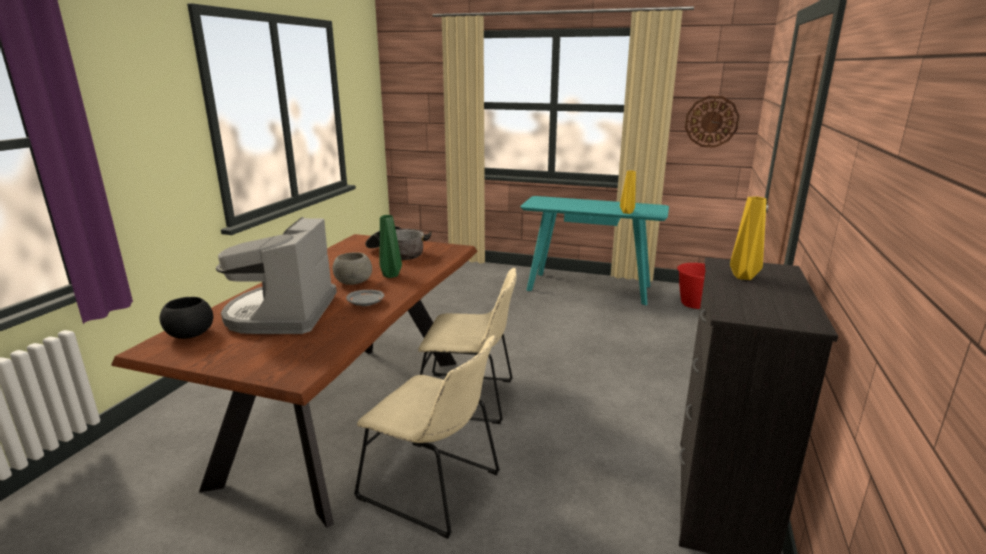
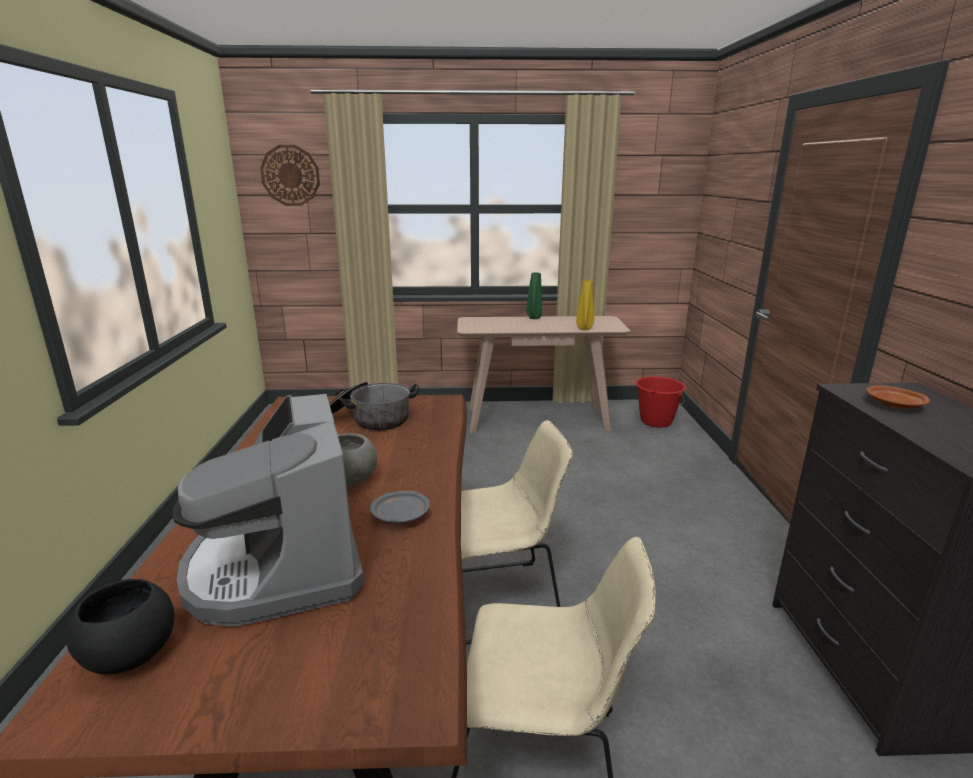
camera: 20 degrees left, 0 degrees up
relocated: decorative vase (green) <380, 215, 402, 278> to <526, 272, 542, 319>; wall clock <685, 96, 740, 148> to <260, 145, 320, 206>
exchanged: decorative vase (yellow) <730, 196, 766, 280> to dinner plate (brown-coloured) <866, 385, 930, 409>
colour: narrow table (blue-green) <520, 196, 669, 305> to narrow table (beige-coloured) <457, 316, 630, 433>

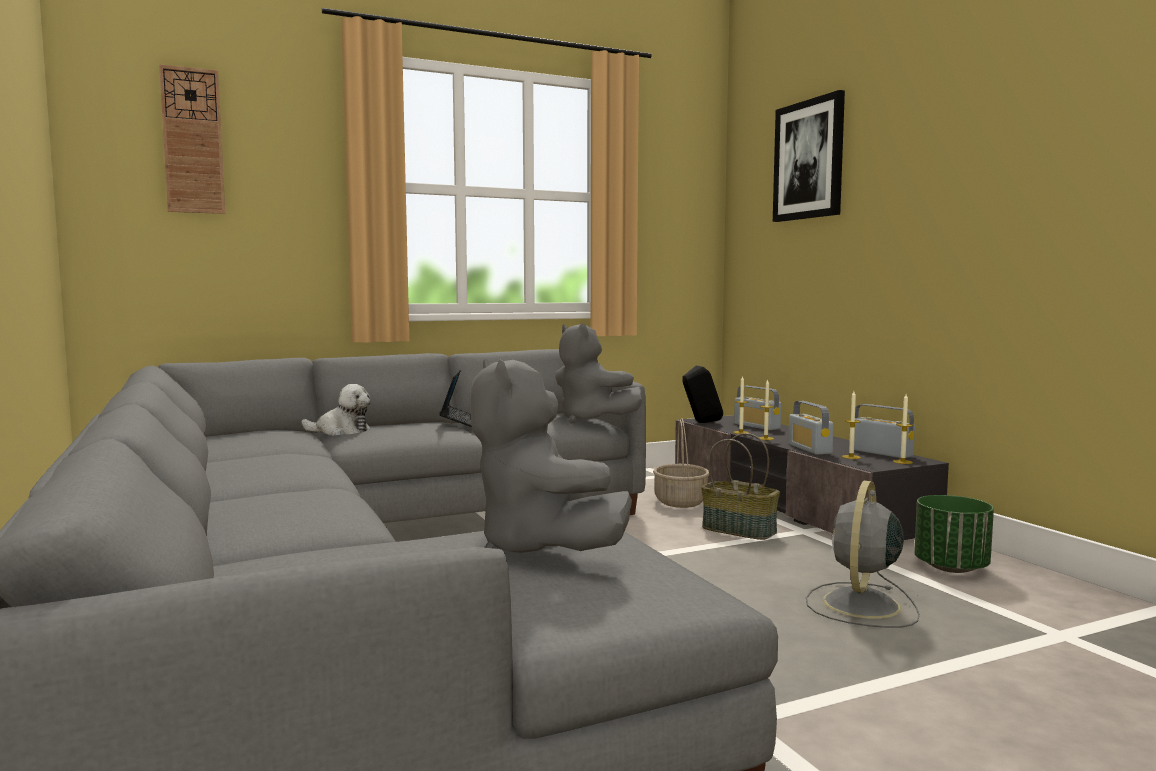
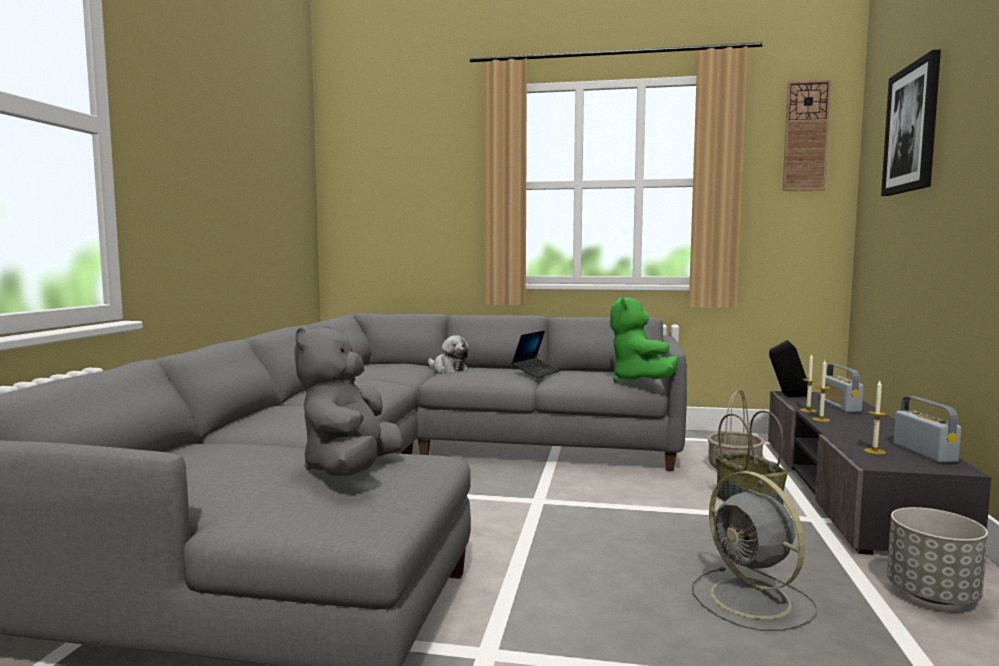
camera: 35 degrees right, 0 degrees up
missing: radio set <788, 401, 834, 455>; wax candle <893, 394, 913, 464>
relocated: wall clock <159, 64, 225, 214> to <782, 79, 831, 191>
colour: cuddly toy (grey) <555, 323, 642, 424> to cuddly toy (green) <610, 297, 678, 383>; flower pot (green) <914, 495, 994, 573> to flower pot (grey) <887, 507, 988, 605>
spun: electric fan (grey) <806, 481, 920, 628> = <692, 471, 818, 631> 90 degrees counterclockwise

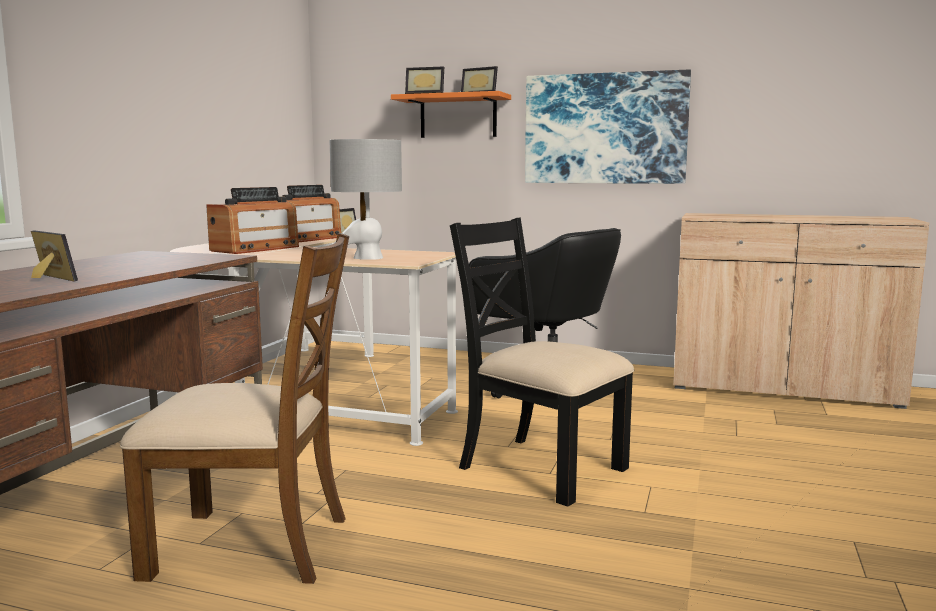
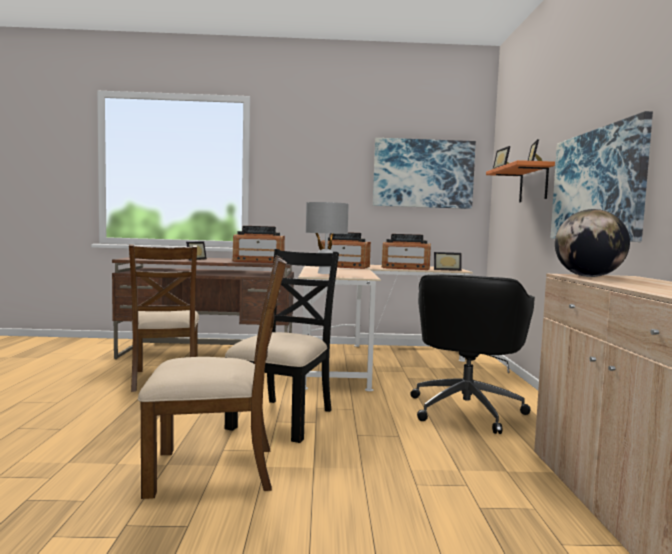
camera: 70 degrees right, 5 degrees down
appeared: chair (brown-coloured) <138, 255, 287, 499>; radio set <233, 226, 285, 263>; picture <373, 138, 476, 209>; world globe <555, 209, 630, 277>

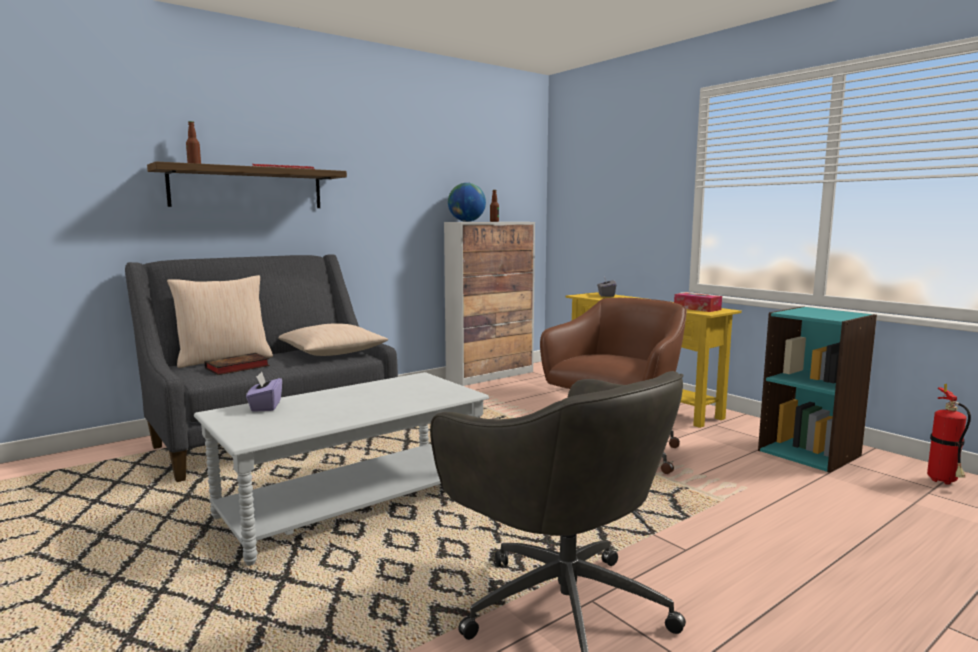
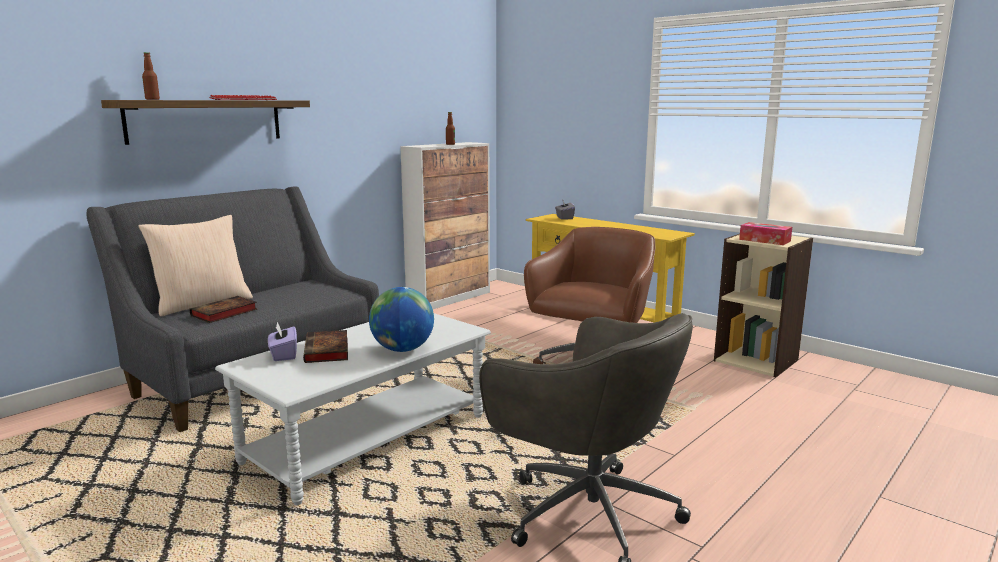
camera: 10 degrees left, 5 degrees up
missing: throw pillow (beige-coloured) <278, 323, 389, 356>; extinguisher <927, 384, 971, 485>
appeared: book <303, 330, 348, 363>
relocated: world globe <448, 183, 486, 222> to <369, 287, 434, 352>; tissue holder <674, 293, 722, 312> to <739, 222, 792, 245>
colour: bookshelf (blue-green) <758, 306, 877, 473> to bookshelf (beige-coloured) <714, 234, 813, 377>

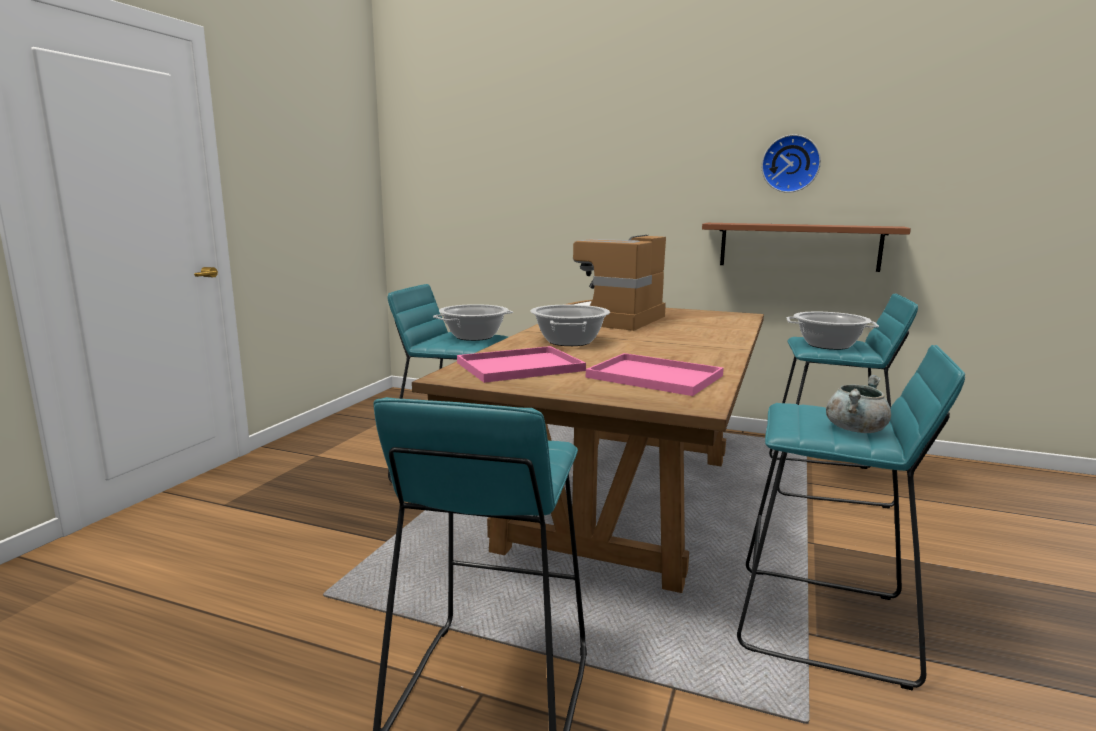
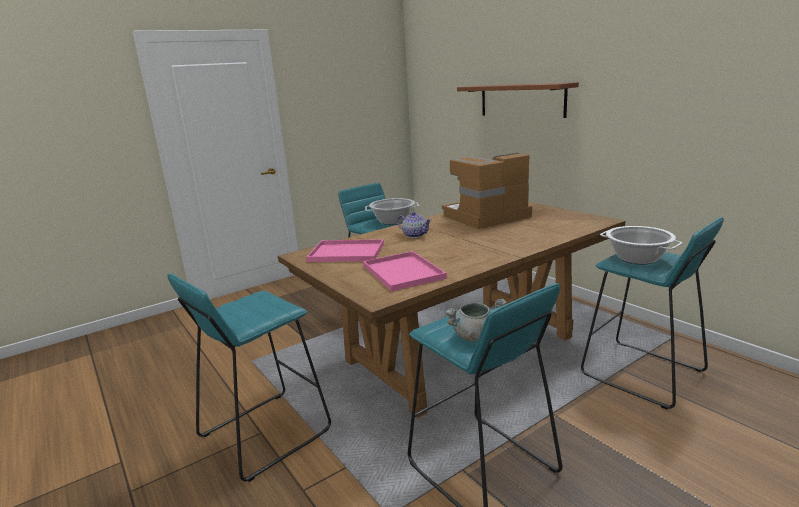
camera: 35 degrees right, 5 degrees up
missing: wall clock <762, 134, 821, 193>
relocated: wall shelf (brown-coloured) <702, 223, 911, 272> to <457, 82, 579, 118>
exchanged: saucepot <531, 305, 610, 346> to teapot <397, 212, 431, 238>

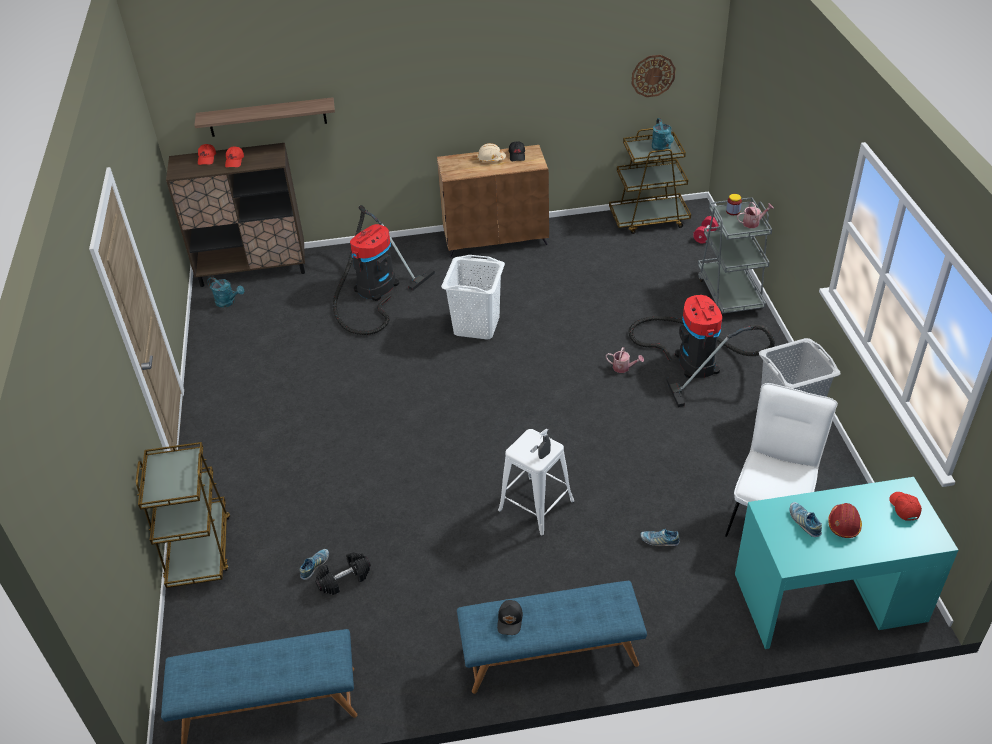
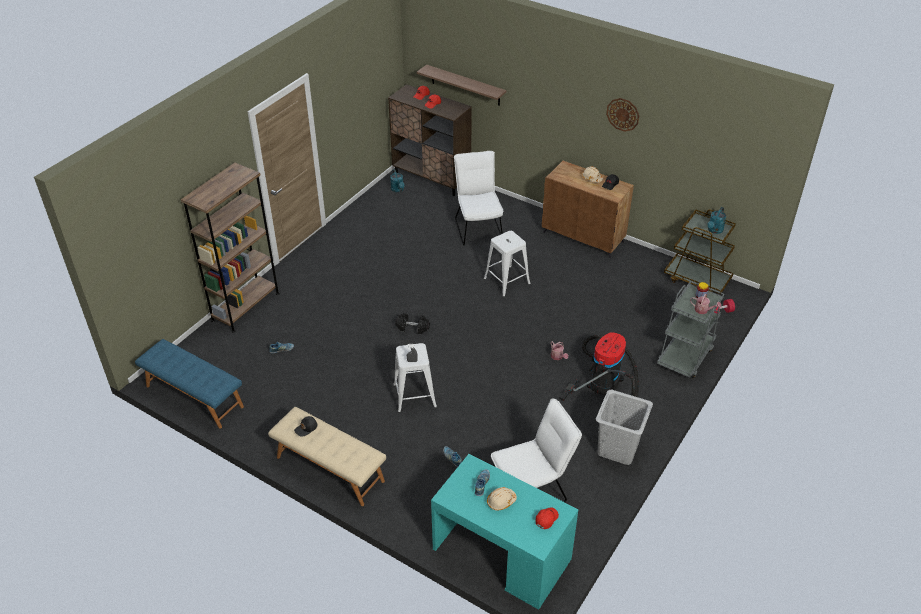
camera: 40 degrees right, 0 degrees up
relocated: dumbbell (blackish) <315, 552, 371, 595> to <395, 313, 430, 334>; wall clock <632, 55, 676, 97> to <606, 98, 639, 132>
exchanged: wheeled cart (brown-coloured) <136, 442, 231, 588> to bookshelf (brown-coloured) <181, 163, 280, 332>; vacuum cleaner <333, 205, 435, 335> to chair (whitish) <454, 151, 504, 246>; hamper (whitish) <441, 255, 505, 340> to sitting stool (whitish) <484, 231, 530, 297>
colour: indoor bench (blue) <457, 581, 647, 694> to indoor bench (beige-coloured) <268, 407, 386, 506>; work helmet (red-coloured) <828, 503, 862, 538> to work helmet (beige-coloured) <487, 487, 517, 510>

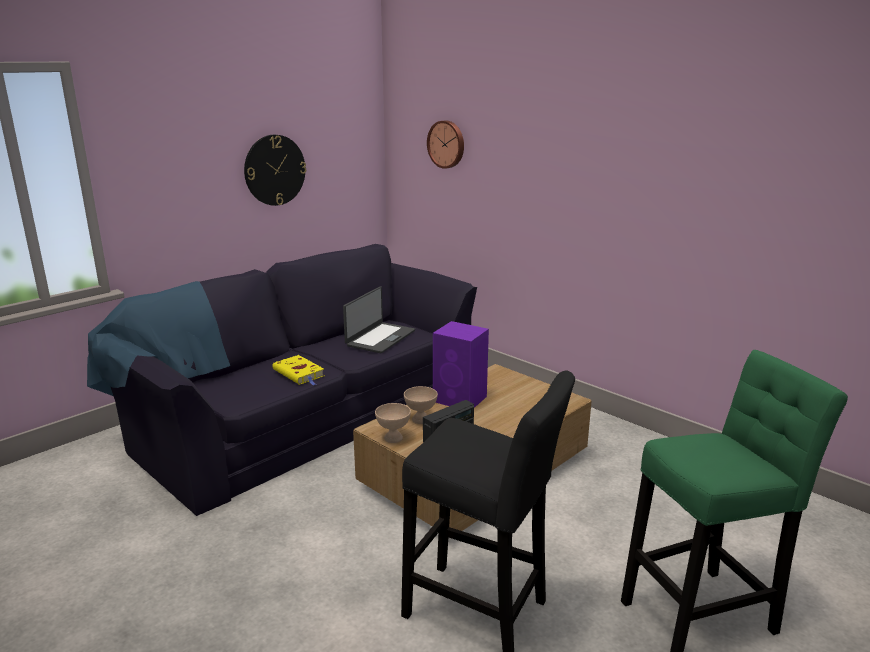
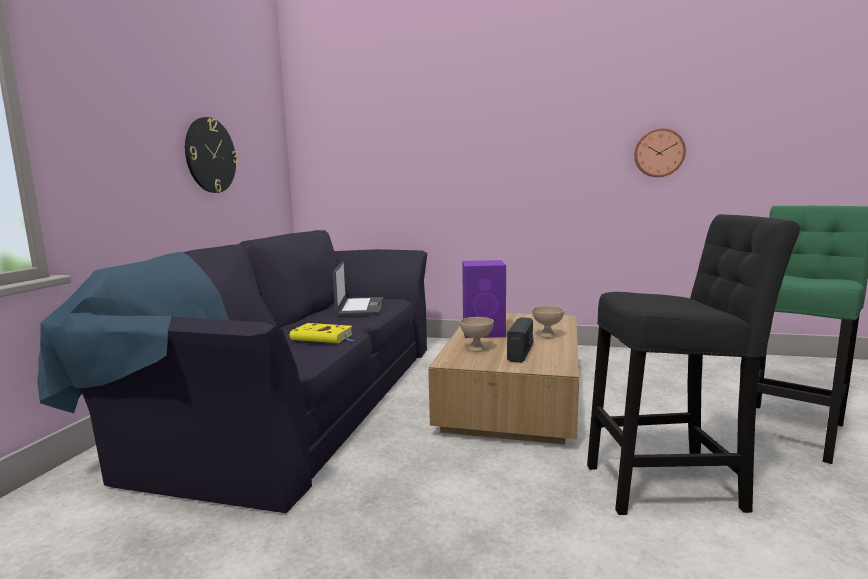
camera: 30 degrees left, 10 degrees down
relocated: bowl (beige-coloured) <375, 403, 411, 443> to <532, 306, 564, 338>; wall clock <427, 120, 464, 169> to <634, 128, 686, 177>

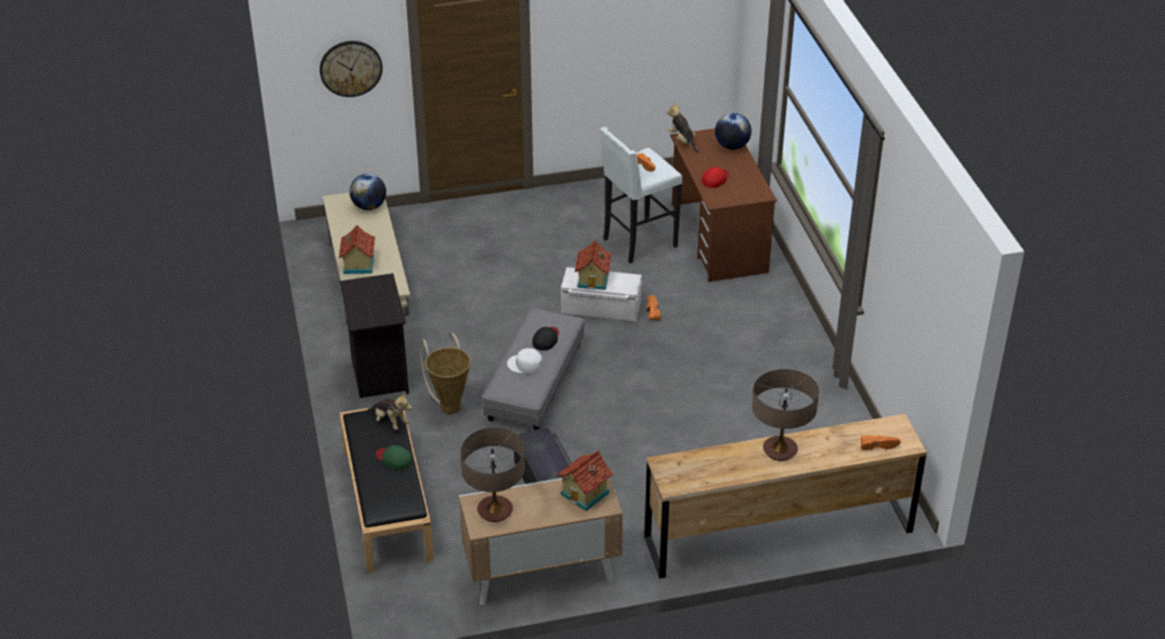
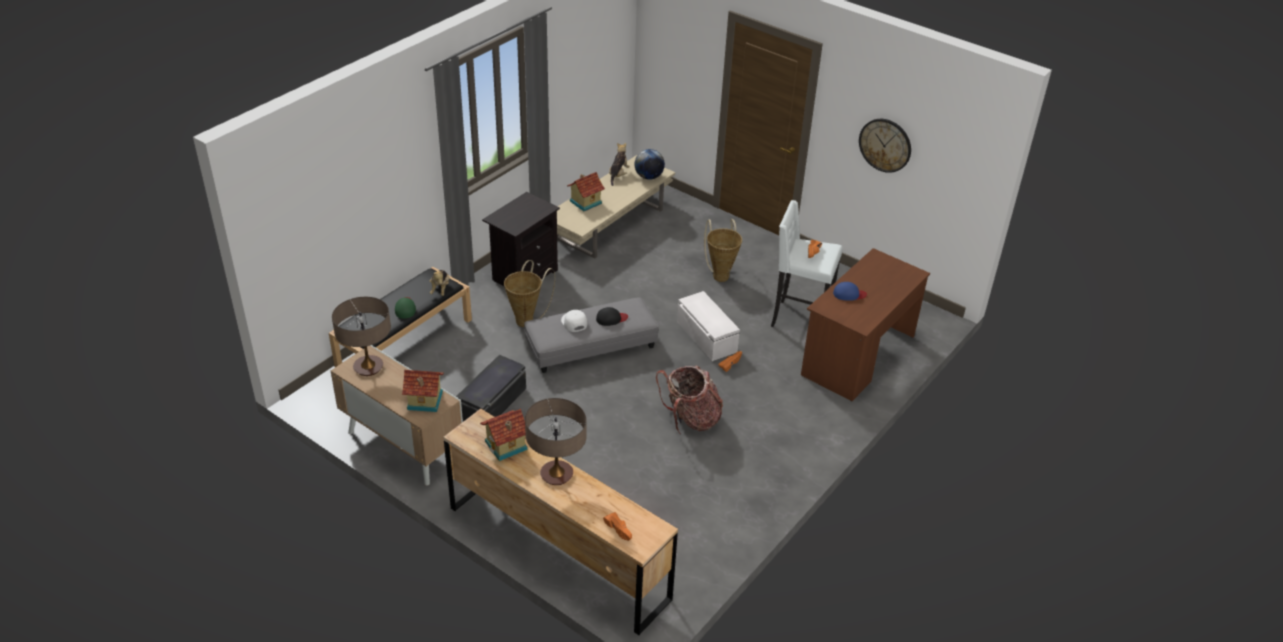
camera: 50 degrees right, 0 degrees up
missing: world globe <715, 113, 752, 150>
appeared: rucksack <656, 365, 723, 434>; storage basket <704, 219, 742, 282>
relocated: wall clock <320, 41, 383, 97> to <859, 119, 911, 173>; toy house <575, 240, 612, 290> to <480, 409, 527, 461>; cuddly toy <667, 102, 699, 153> to <609, 143, 630, 186>
colour: baseball cap (red-coloured) <702, 167, 730, 188> to baseball cap (blue) <833, 282, 867, 301>

